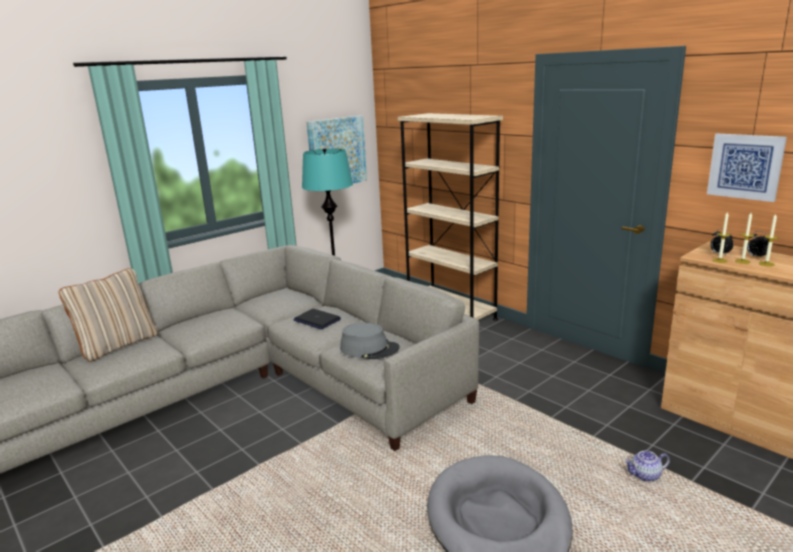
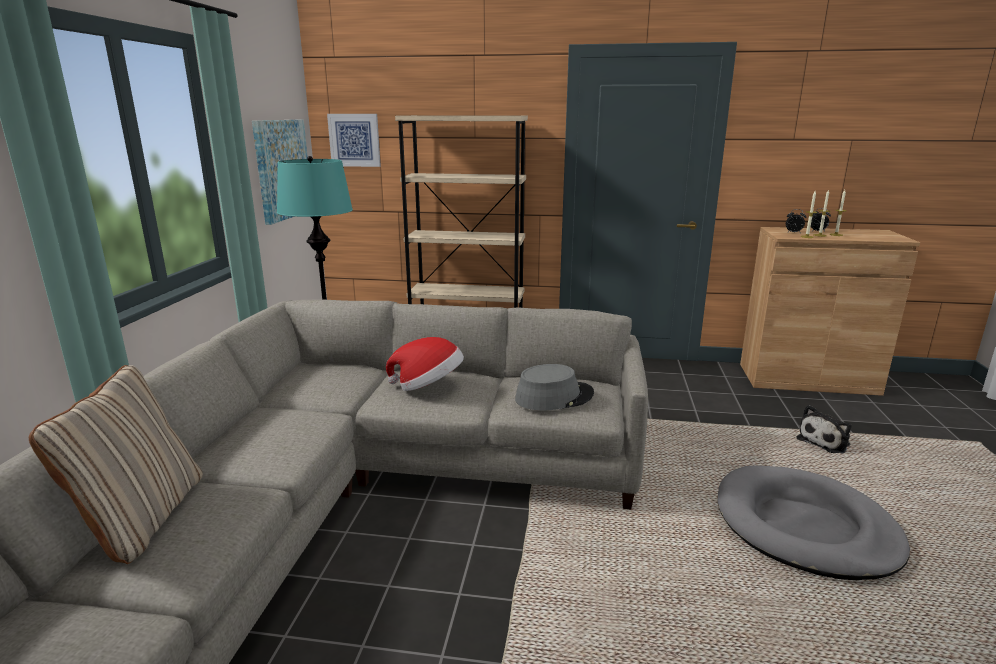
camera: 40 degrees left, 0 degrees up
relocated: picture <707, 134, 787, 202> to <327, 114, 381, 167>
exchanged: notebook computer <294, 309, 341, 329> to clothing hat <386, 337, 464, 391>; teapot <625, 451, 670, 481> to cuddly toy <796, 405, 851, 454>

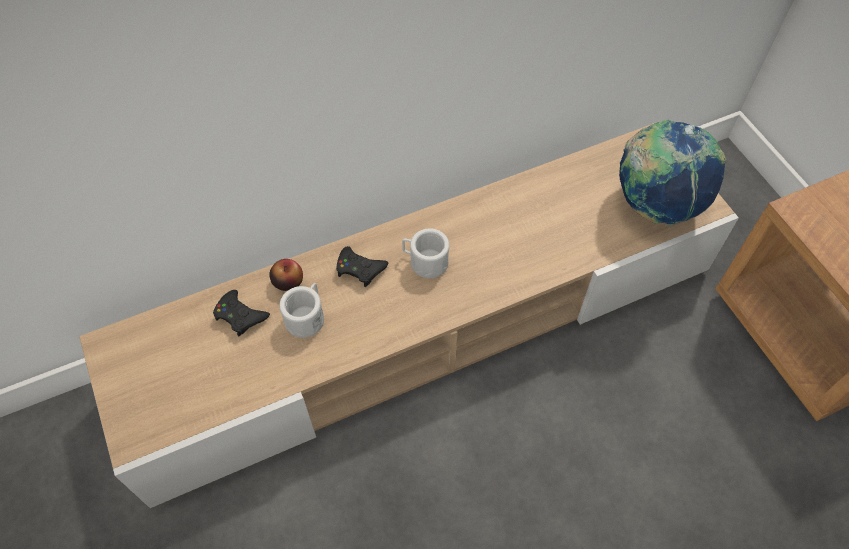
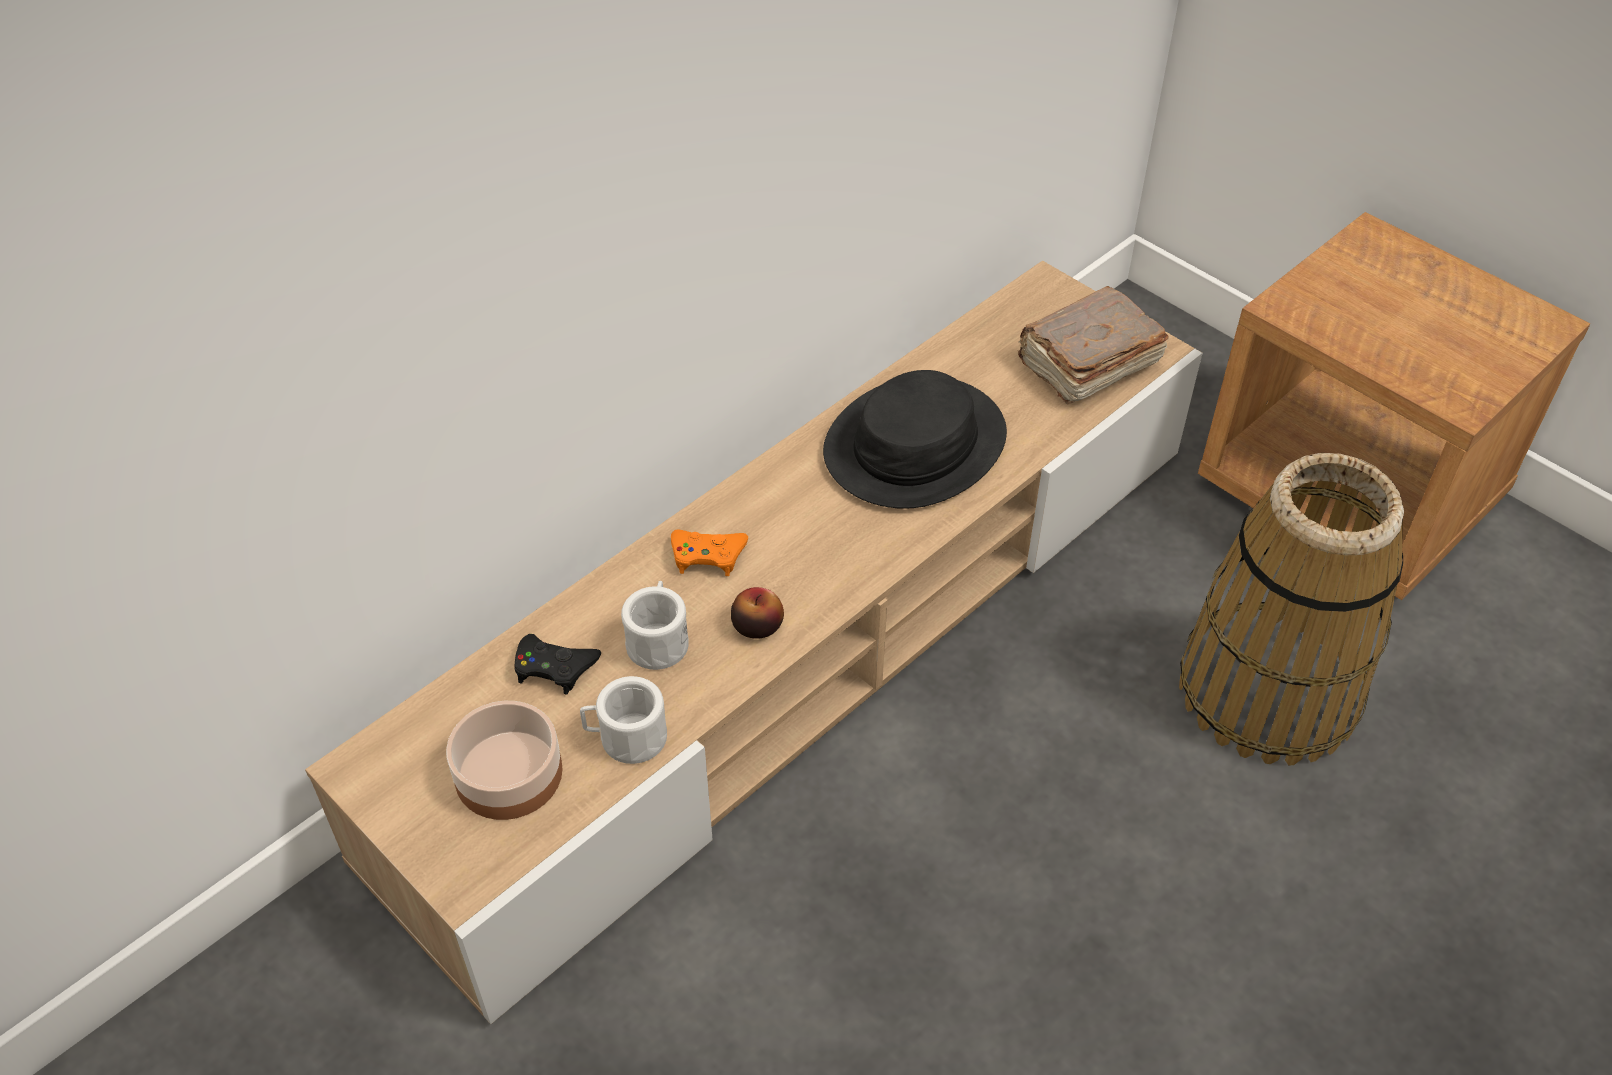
camera: 20 degrees left, 10 degrees down
appeared: bowl <446, 701, 563, 820>; clothing hat (blackish) <823, 370, 1007, 509>; storage basket <1179, 453, 1404, 765>
relocated: whole apple <269, 259, 303, 291> to <731, 587, 784, 639>; mug (whitish) <402, 228, 449, 278> to <580, 676, 667, 764>
exchanged: world globe <619, 120, 727, 225> to book (brown-coloured) <1018, 286, 1169, 404>
colour: game controller (blackish) <336, 246, 389, 287> to game controller (orange-coloured) <671, 529, 748, 576>

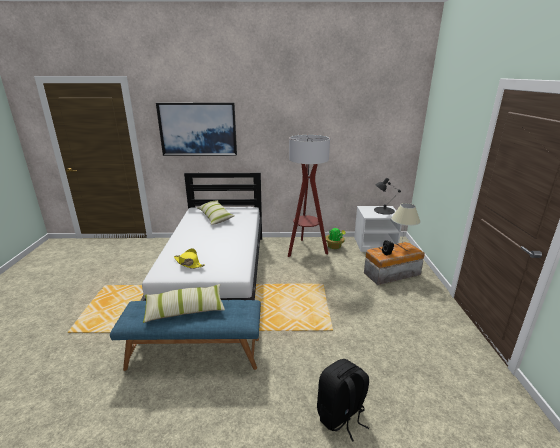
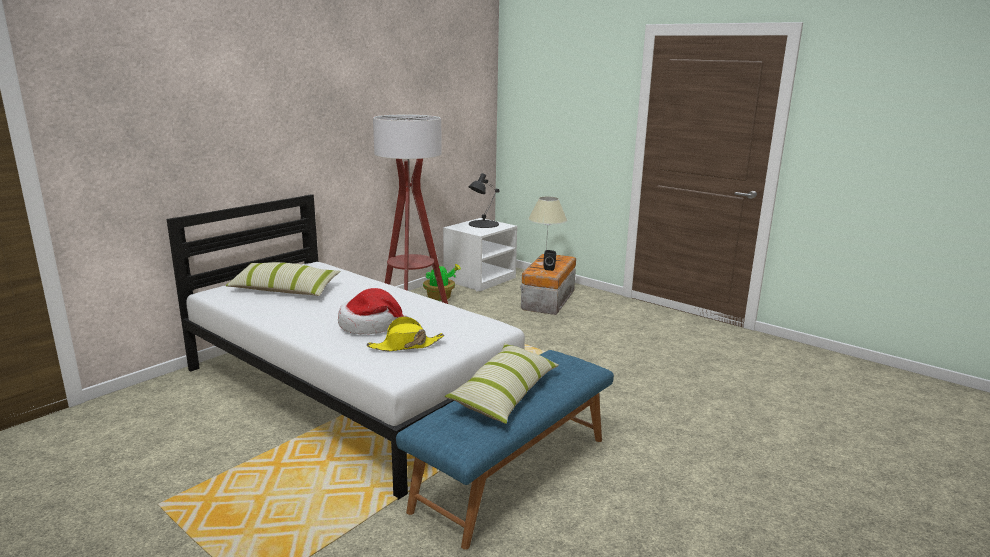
camera: 50 degrees left, 5 degrees down
missing: picture <156, 102, 237, 156>; rucksack (blackish) <317, 359, 369, 442>
appeared: clothing hat <338, 288, 408, 334>

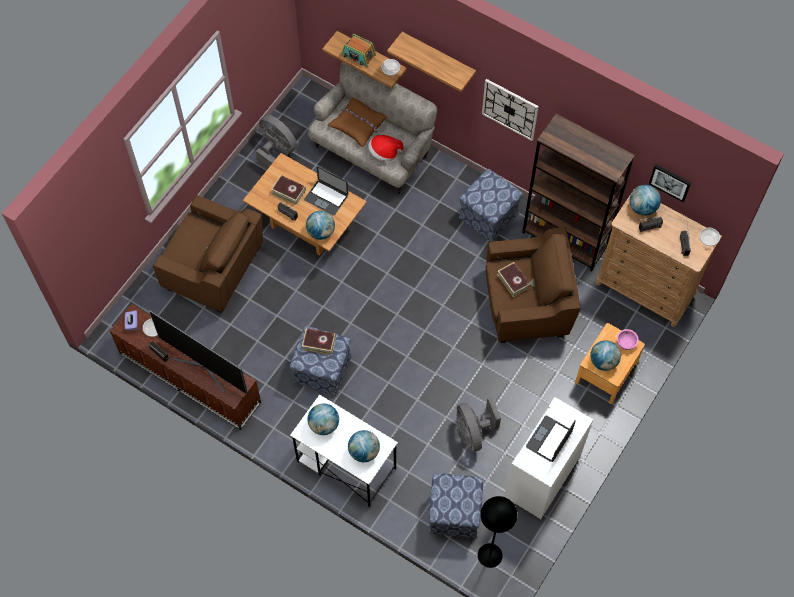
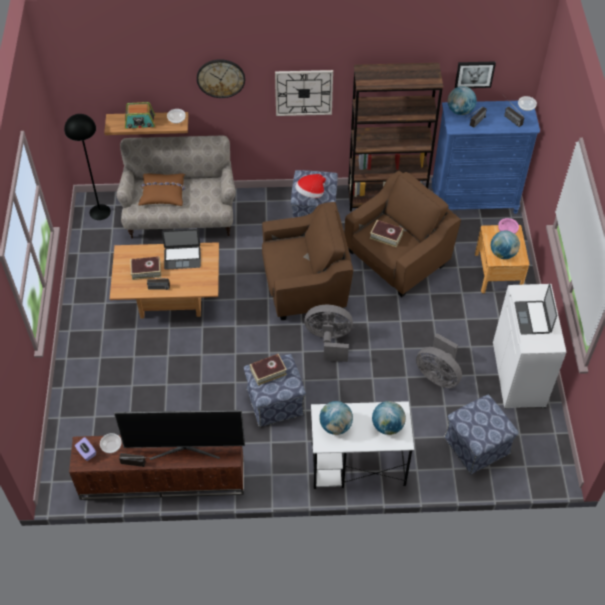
camera: 35 degrees left, 10 degrees down
missing: world globe <306, 211, 335, 240>
relocated: lounge chair (brown-coloured) <153, 195, 263, 313> to <262, 202, 353, 320>; electric fan (grey) <256, 115, 297, 170> to <304, 305, 353, 362>; clothing hat <368, 135, 404, 162> to <295, 174, 326, 198>; standing lamp (blackish) <478, 496, 517, 568> to <64, 114, 111, 220>
exchanged: wall shelf <387, 32, 476, 92> to wall clock <197, 59, 245, 98>
colour: drawer chest (brown-coloured) <596, 194, 722, 327> to drawer chest (blue) <431, 101, 540, 214>

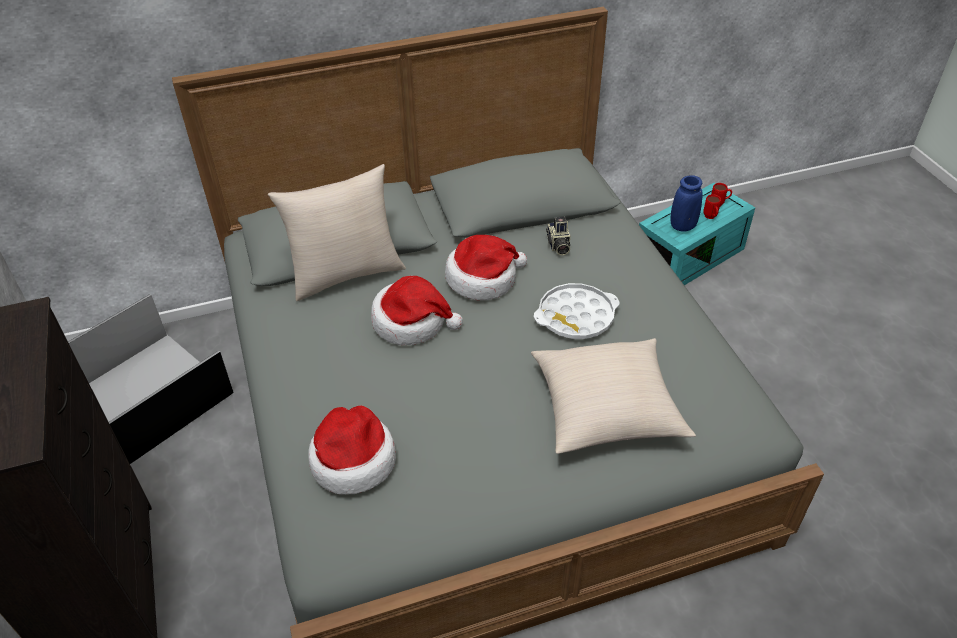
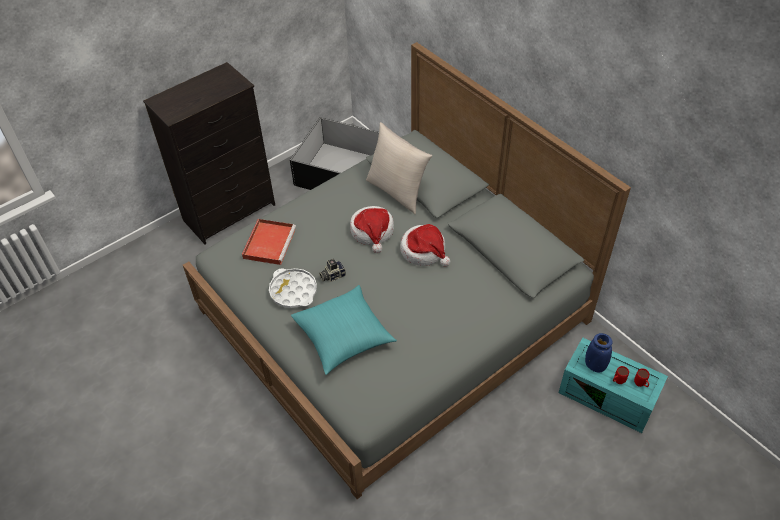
camera: 70 degrees right, 5 degrees up
relocated: serving tray (whitish) <534, 283, 620, 339> to <269, 268, 317, 308>; still camera <546, 217, 570, 256> to <319, 259, 346, 282>
exchanged: clothing hat <308, 406, 396, 495> to serving tray (red-coloured) <242, 219, 296, 265>
colour: throw pillow (beige-coloured) <531, 338, 696, 454> to throw pillow (blue-green) <291, 285, 397, 375>

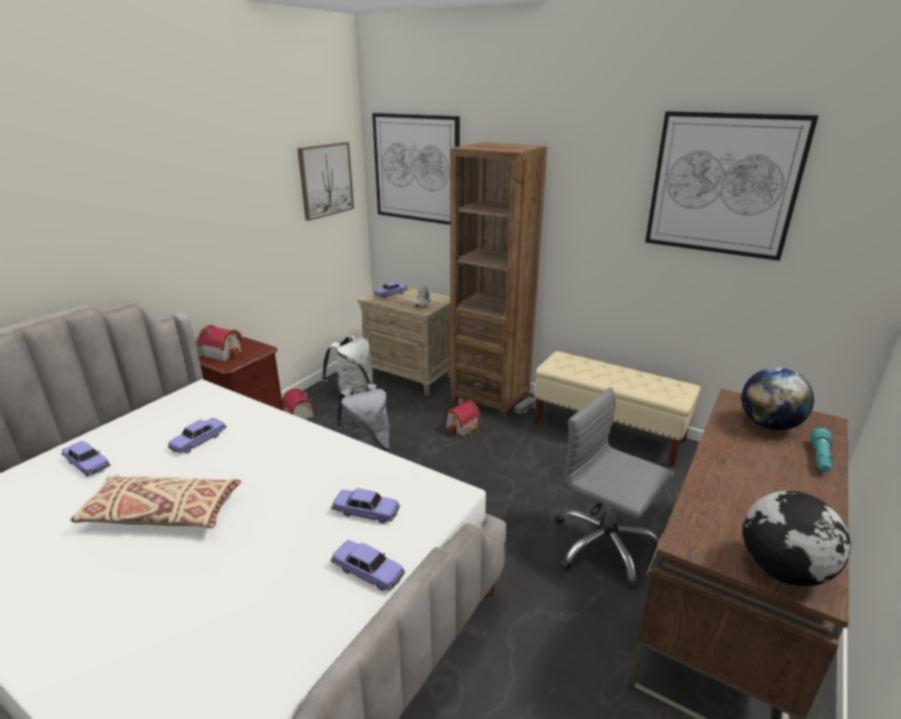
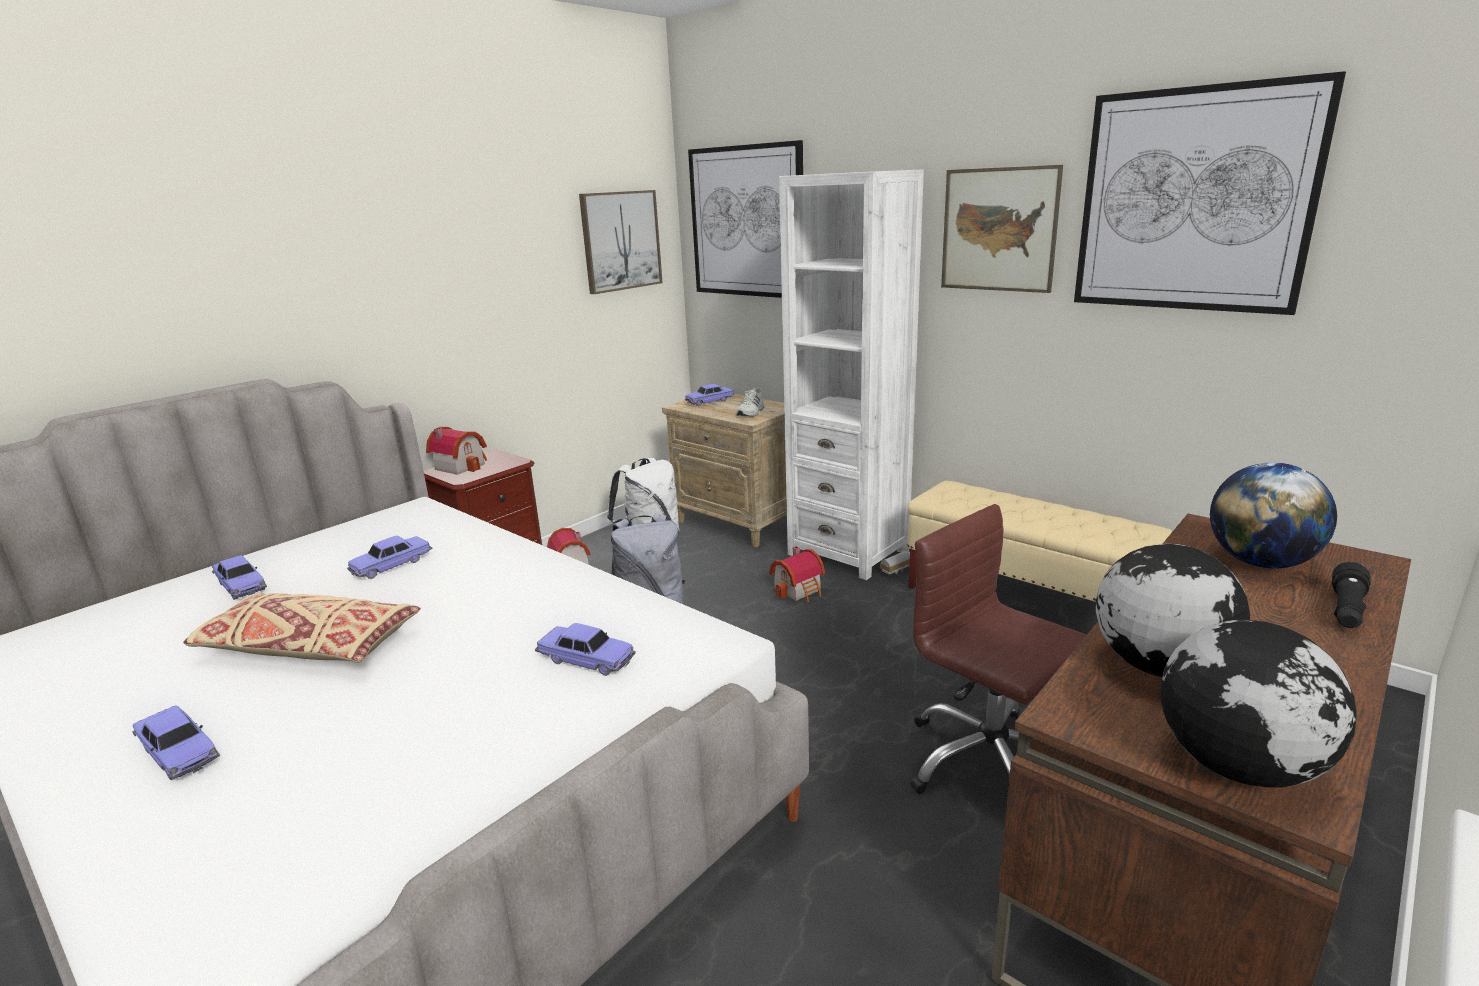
camera: 10 degrees right, 5 degrees down
appeared: picture <941, 165, 1063, 293>; world globe <1096, 544, 1250, 677>
relocated: model car <330, 540, 405, 591> to <132, 705, 220, 780>
colour: bookshelf (brown-coloured) <450, 142, 547, 418> to bookshelf (whitish) <779, 169, 924, 580>; office chair (grey) <555, 387, 674, 590> to office chair (brown-coloured) <910, 504, 1086, 794>; hand torch (blue-green) <810, 428, 833, 472> to hand torch (blackish) <1332, 562, 1371, 628>

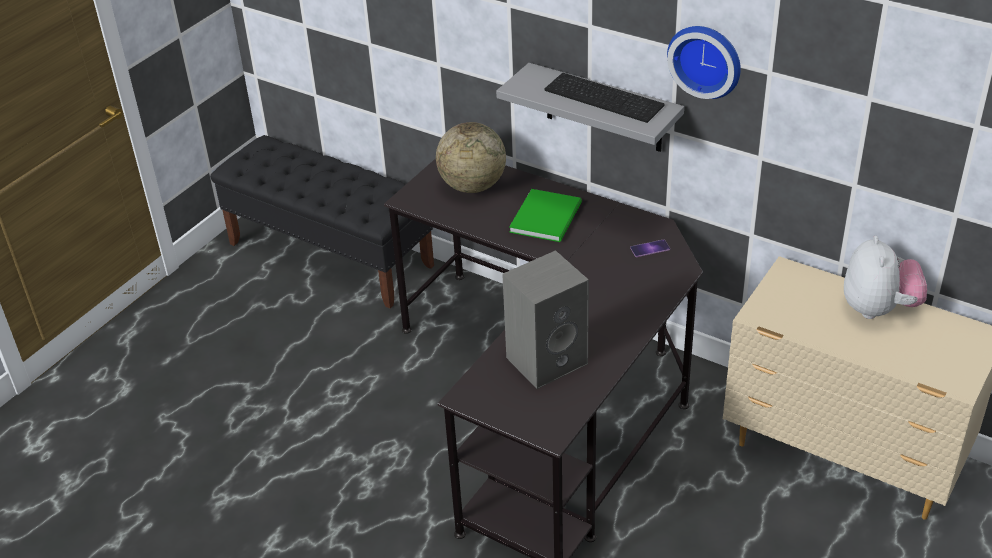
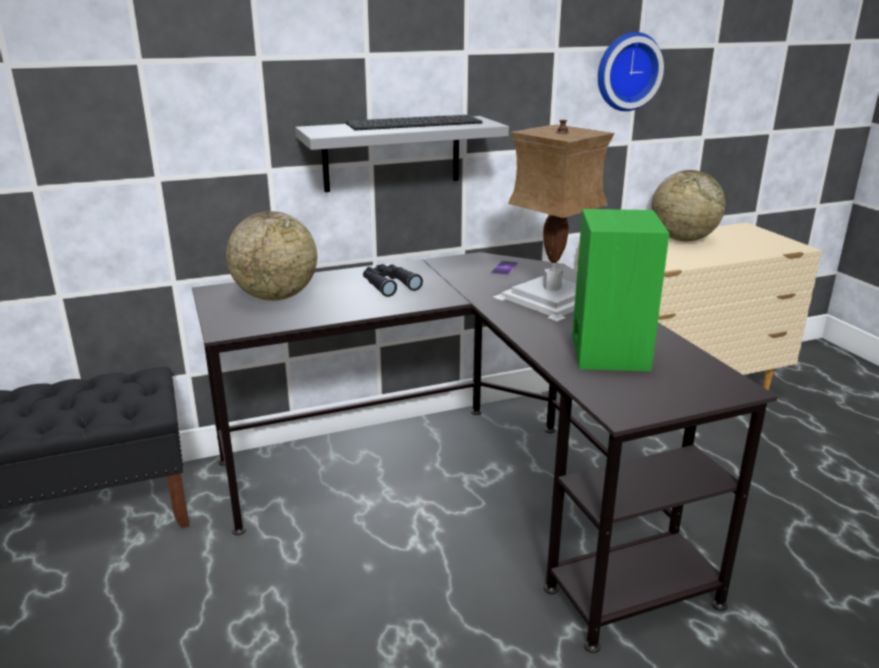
camera: 55 degrees left, 15 degrees down
appeared: tabletop lamp <493, 120, 614, 322>
relocated: wall clock <667, 26, 741, 99> to <598, 32, 664, 111>
exchanged: book (green) <509, 189, 582, 242> to field glasses (blackish) <363, 264, 423, 297>; cuddly toy <844, 236, 927, 319> to world globe <651, 170, 725, 241>
colour: audio speaker (grey) <502, 250, 589, 389> to audio speaker (green) <572, 209, 670, 371>

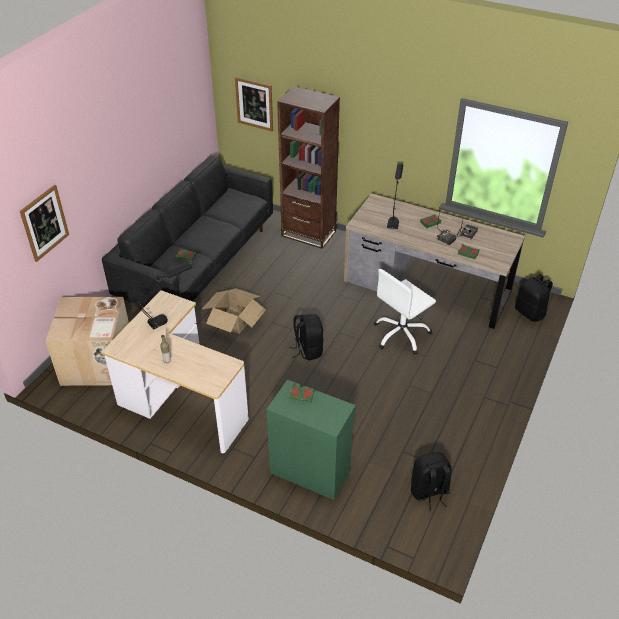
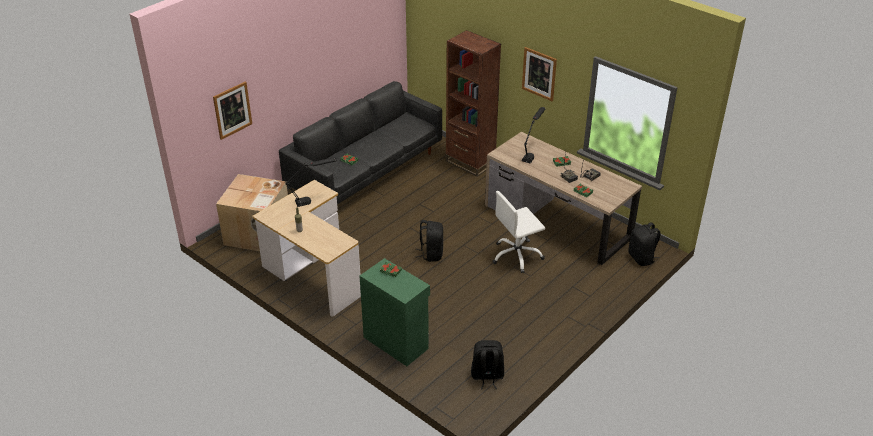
camera: 15 degrees right, 5 degrees down
missing: cardboard box <201, 288, 266, 334>
relocated: picture <235, 77, 273, 131> to <522, 47, 557, 101>

